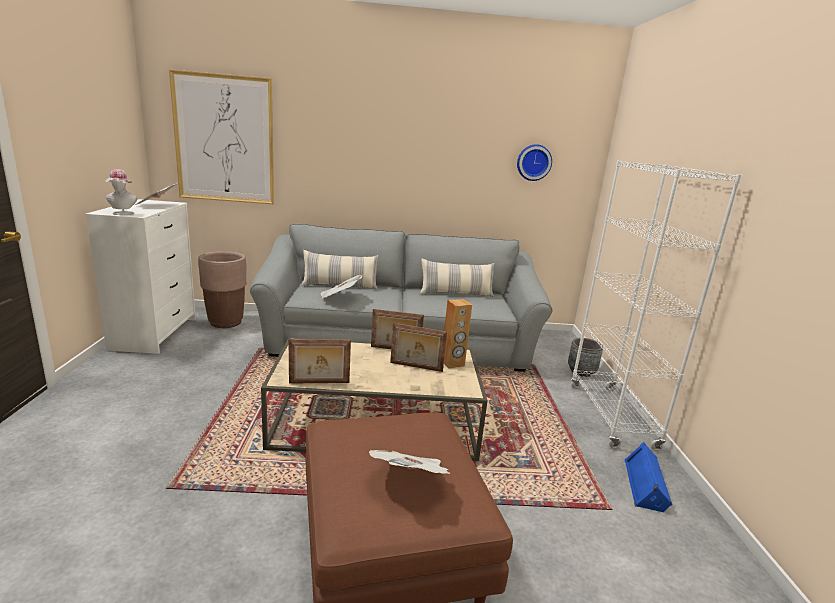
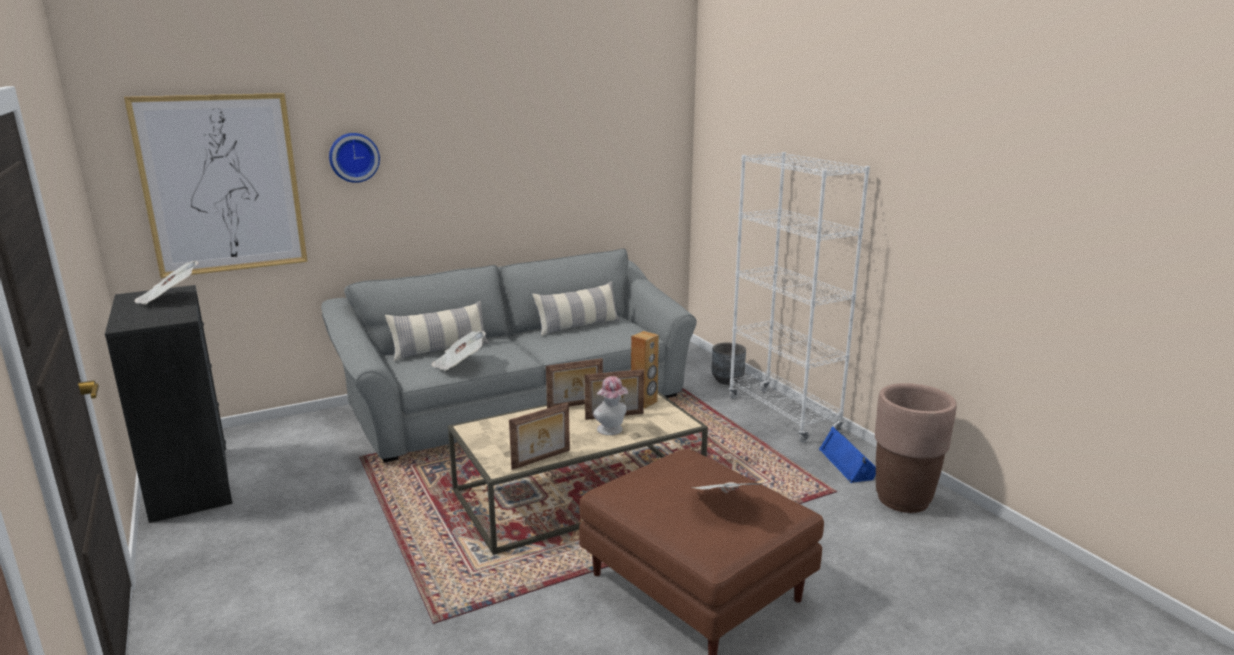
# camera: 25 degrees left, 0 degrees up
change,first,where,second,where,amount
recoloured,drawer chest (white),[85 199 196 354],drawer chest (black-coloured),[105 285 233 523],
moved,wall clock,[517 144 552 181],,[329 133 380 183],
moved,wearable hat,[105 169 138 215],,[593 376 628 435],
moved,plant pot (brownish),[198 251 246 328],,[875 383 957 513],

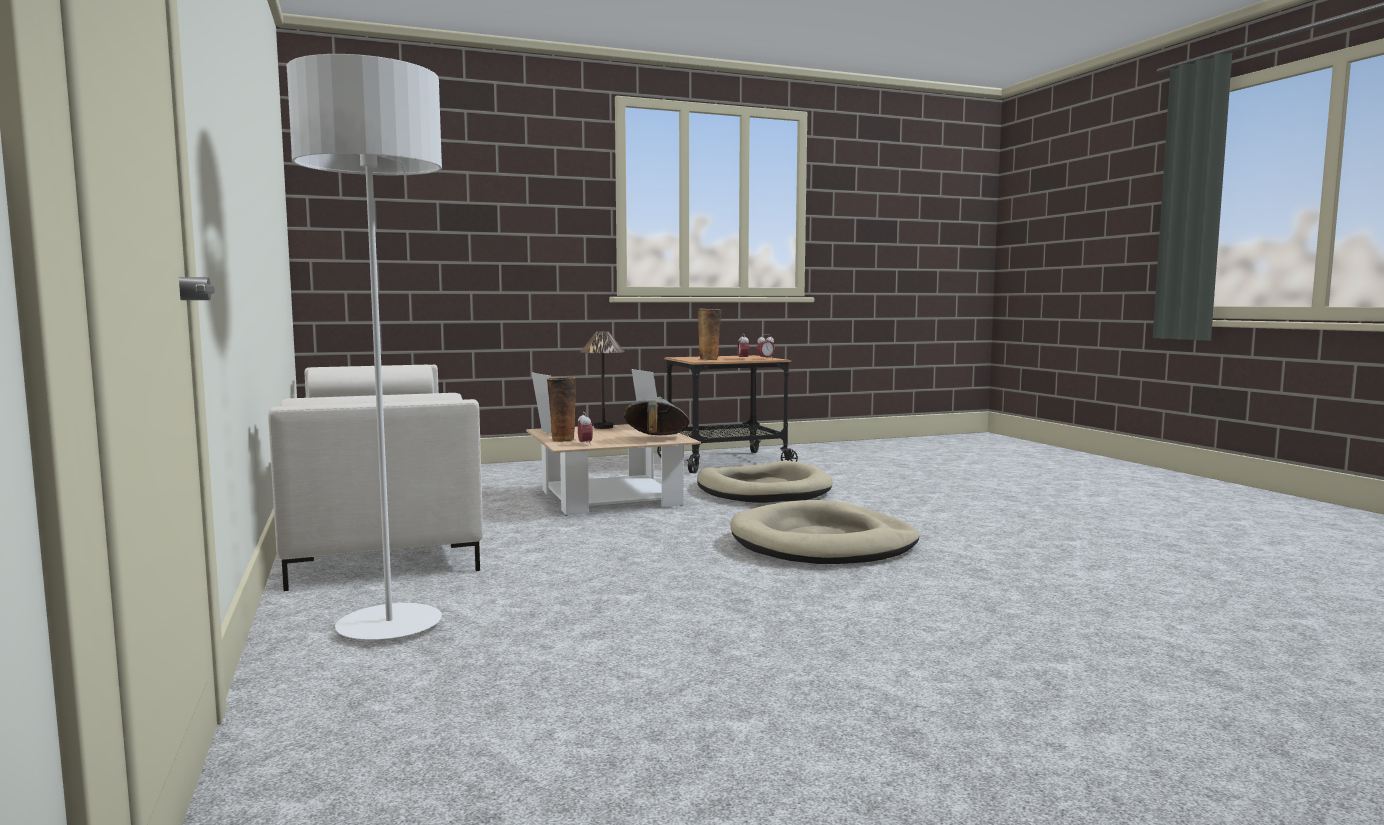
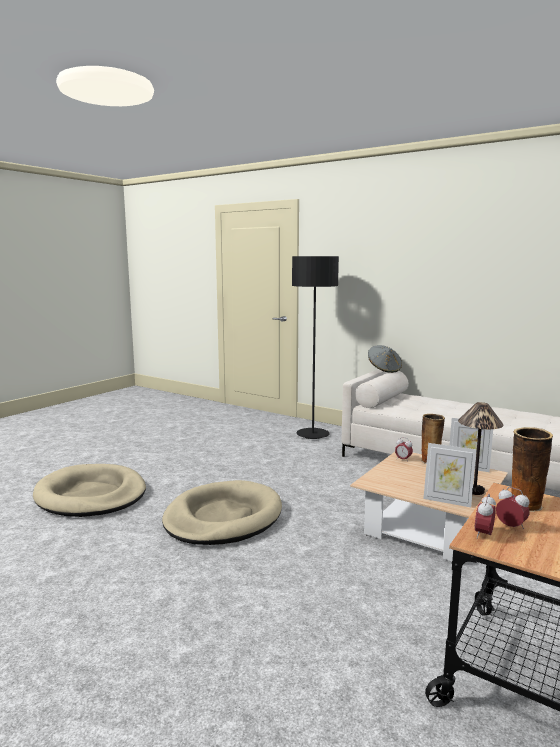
# camera: 145 degrees right, 5 degrees up
change,first,where,second,where,amount
moved,dog bed (beige),[697 461 833 503],,[33 464 146 517],
recoloured,standing lamp (white),[287 54 442 641],standing lamp (black-coloured),[292 256 339 439],
moved,wearable hat (gray),[624 397 689 435],,[368 345 402 373],

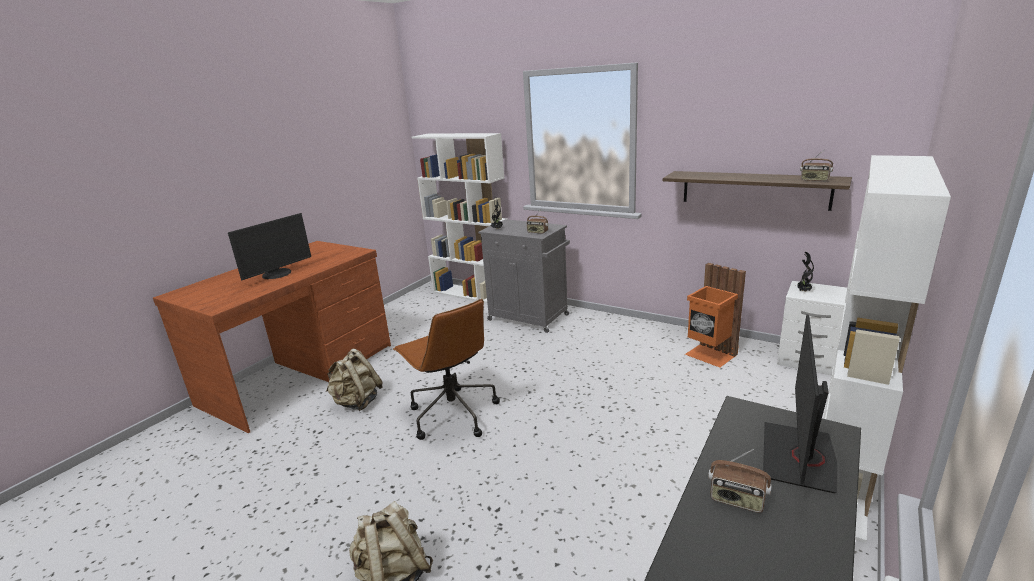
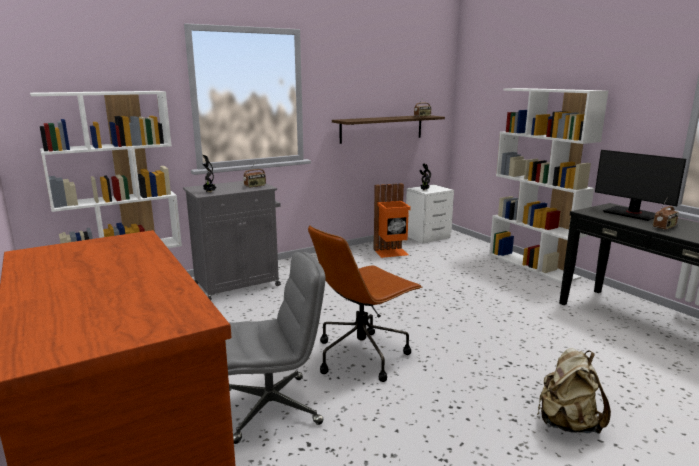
# camera: 65 degrees left, 5 degrees down
change,first,where,second,where,amount
replaced,knapsack (beige),[326 349 383 411],computer chair (gray),[225 252 325 444],
turned,computer chair (brownish),[393 299 500 440],,[308 225 422 382],150 degrees clockwise
removed,computer display,[228 213 311 280],,,

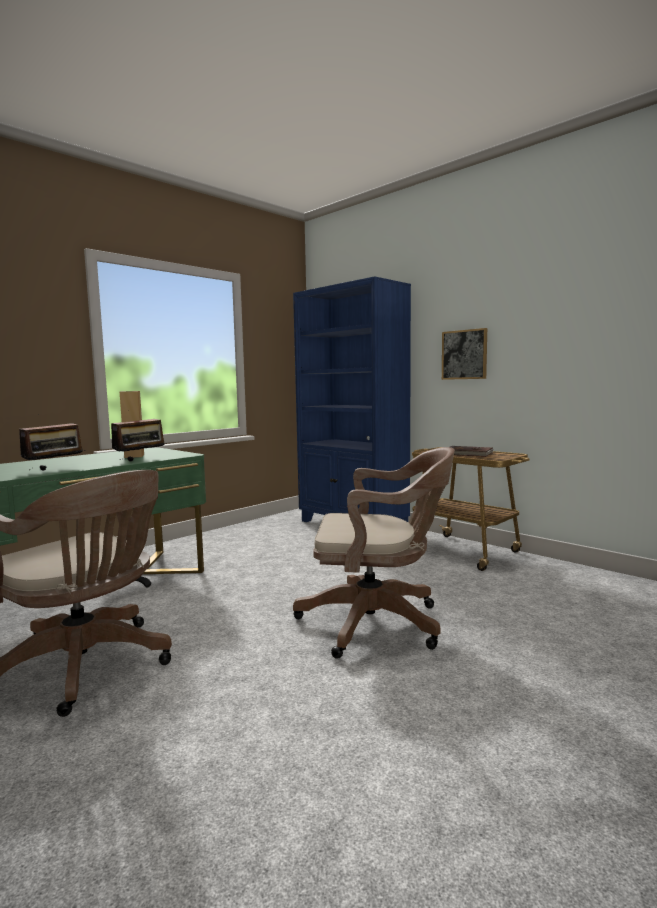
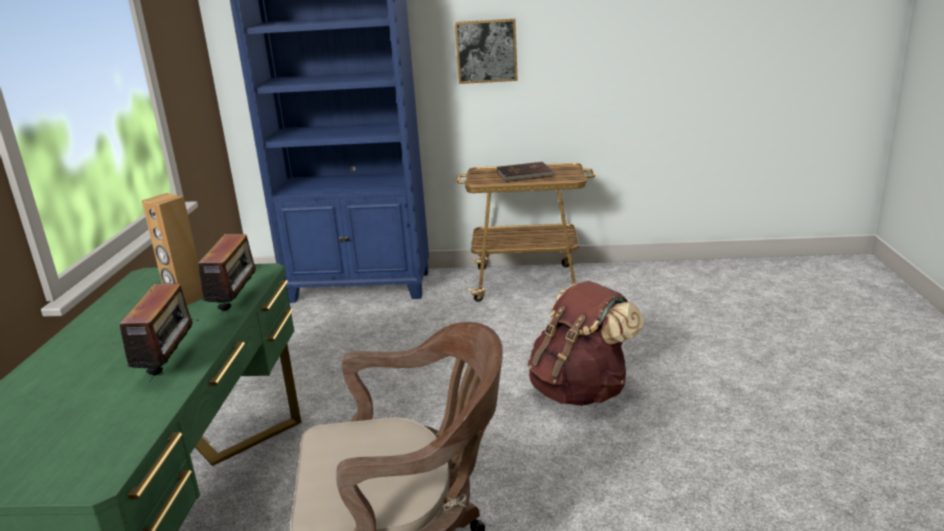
# camera: 40 degrees left, 15 degrees up
change,first,where,second,where,amount
replaced,computer chair (brownish),[293 447 455 659],knapsack (brownish),[527 281 644 406],

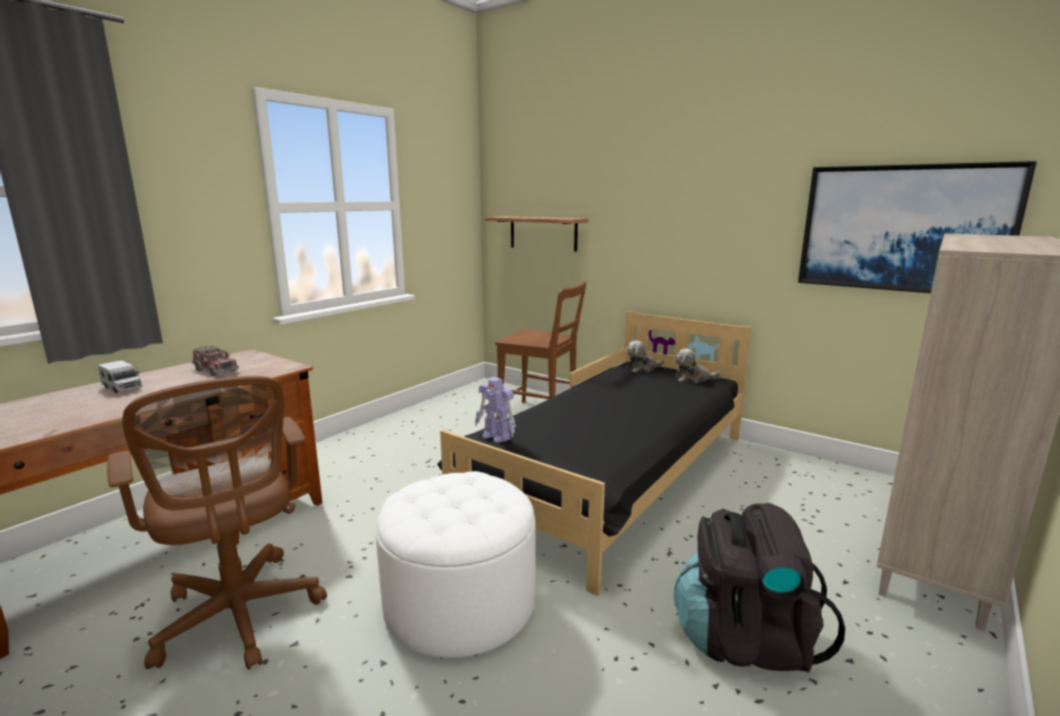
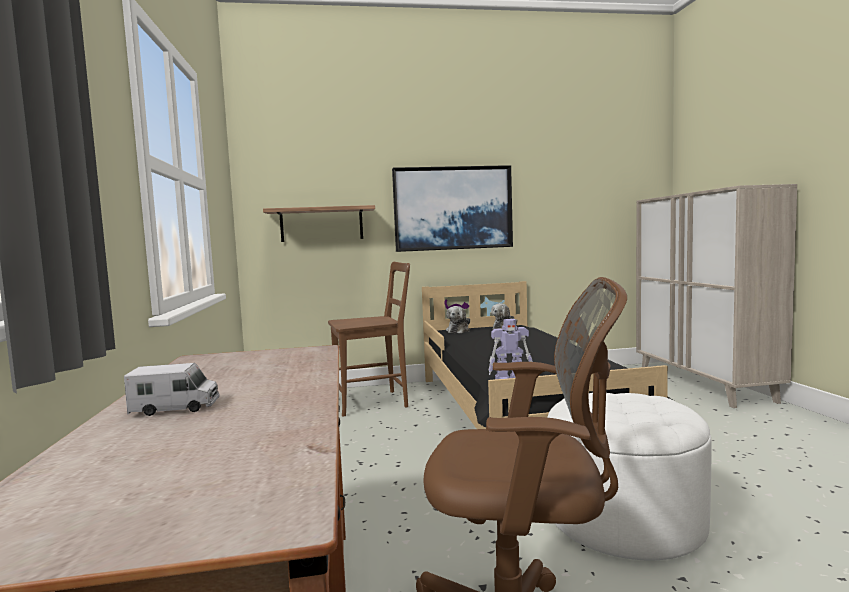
# camera: 45 degrees left, 10 degrees down
change,first,where,second,where,amount
moved,wall picture,[798 161 1037 293],,[392 165 513 252],
removed,toy truck,[191 346 239 376],,,
removed,knapsack (black-coloured),[674 503 845 673],,,

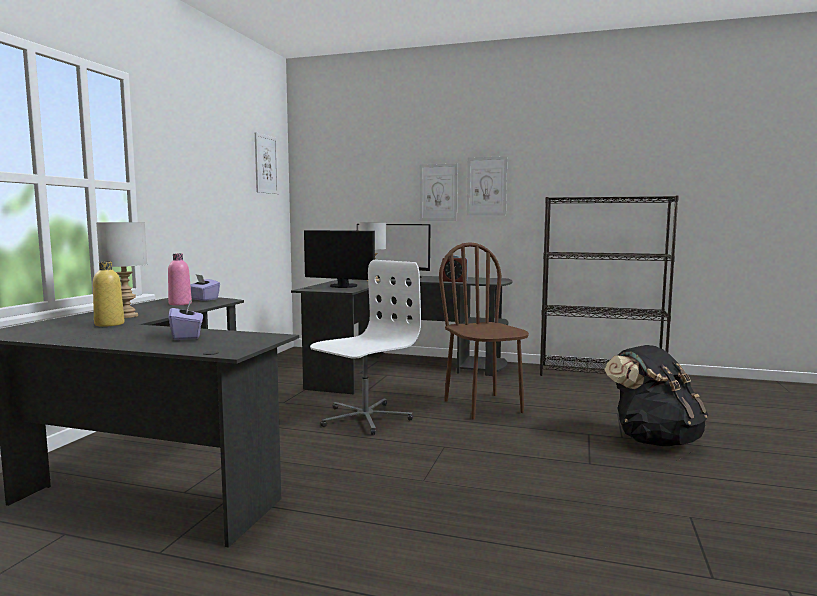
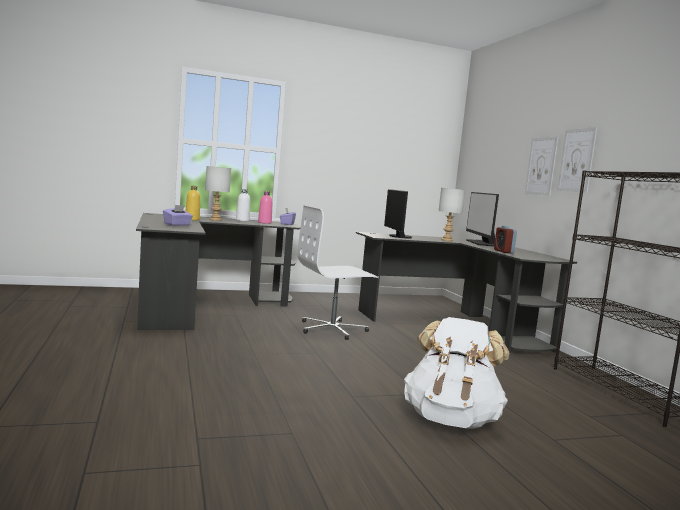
# camera: 55 degrees right, 0 degrees up
change,first,where,second,where,amount
added,,,bottle (white),[236 189 250 221],
turned,computer chair (white),[310 260 421 435],,[297 205 379 340],150 degrees clockwise
recoloured,knapsack (black-coloured),[605 345 708 446],knapsack (white),[404 317 509 428],
removed,wall picture,[255 132 278 194],,,
removed,chair (brownish),[439 242 529 420],,,

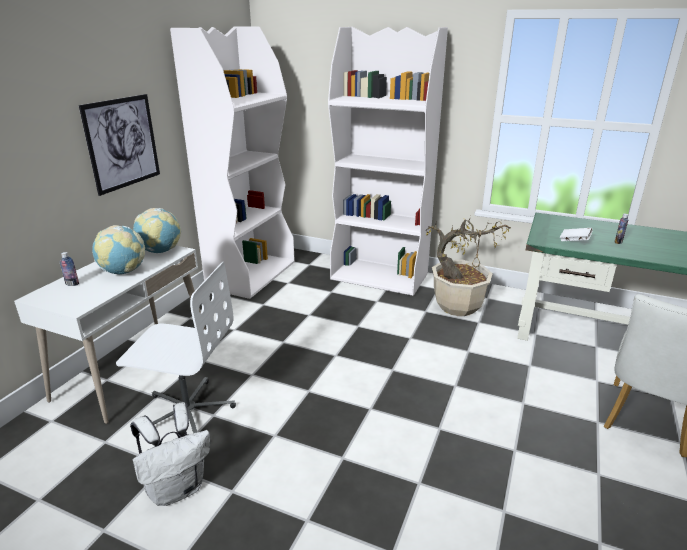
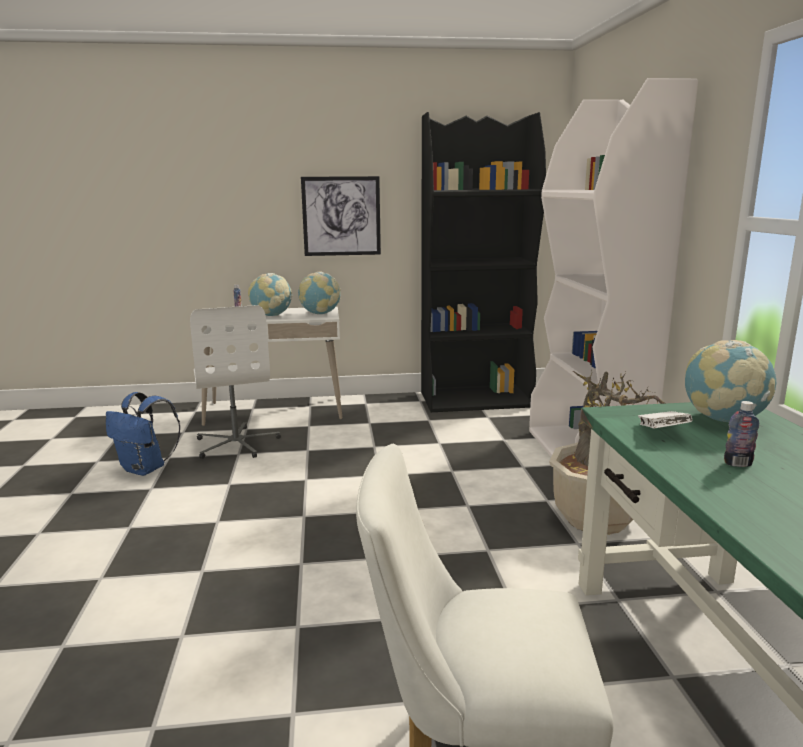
# camera: 60 degrees right, 10 degrees down
change,first,where,second,where,amount
recoloured,knapsack (white),[130 402 210 506],knapsack (bluish),[106 392 181 476],
recoloured,shelving unit (white),[170 26 295 299],shelving unit (black-coloured),[421 112 546 412],
added,,,globe,[685 340 776 422],

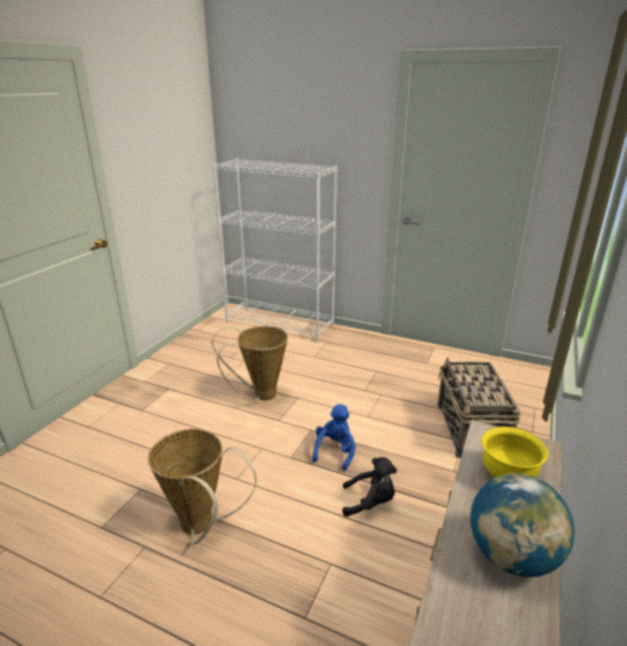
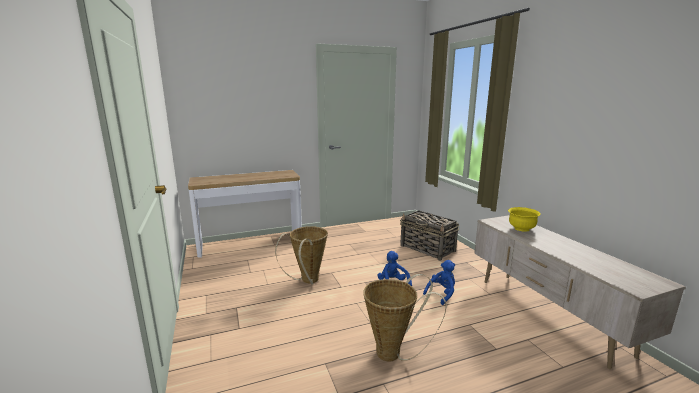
# camera: 45 degrees left, 10 degrees down
change,first,where,second,where,amount
replaced,shelving unit (white),[212 159 337 342],narrow table,[188 170 302 258],
recoloured,soft toy (black-coloured),[342 457 397 517],soft toy (bluish),[423 260 455 305],
removed,globe,[470 473 575 577],,,

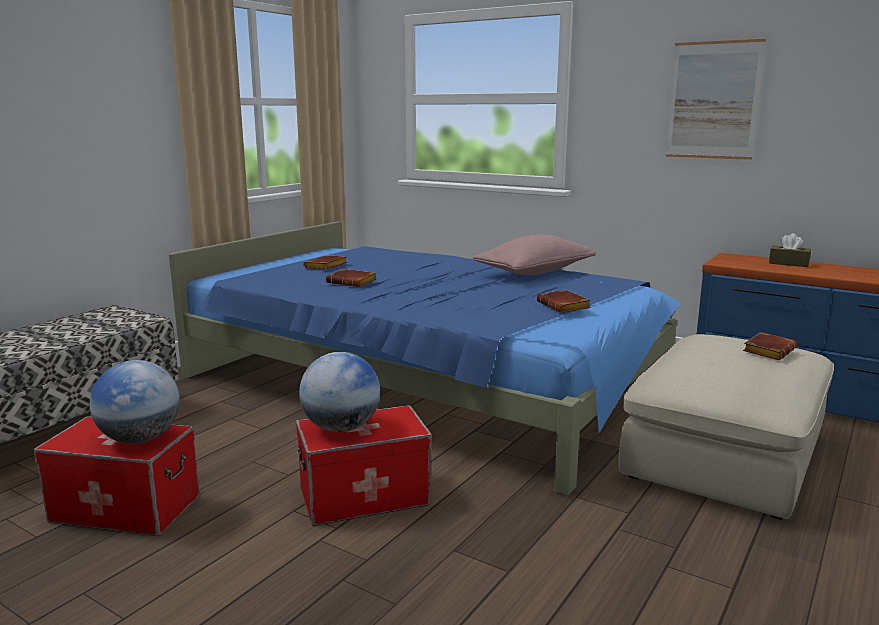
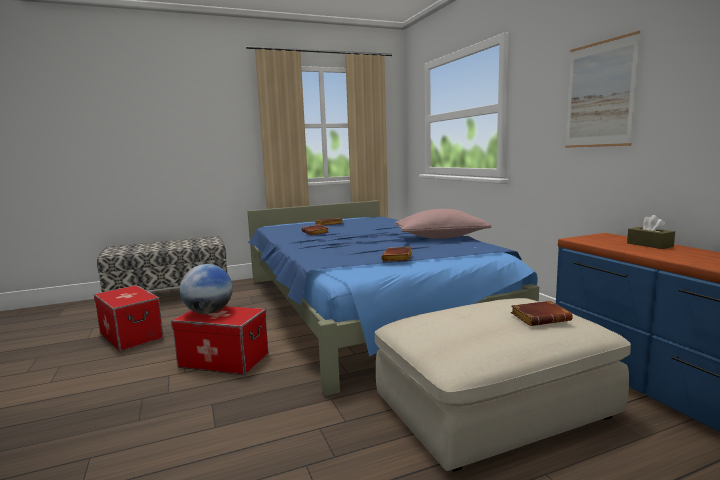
# camera: 35 degrees right, 5 degrees down
change,first,where,second,where,amount
removed,globe,[90 360 180 444],,,

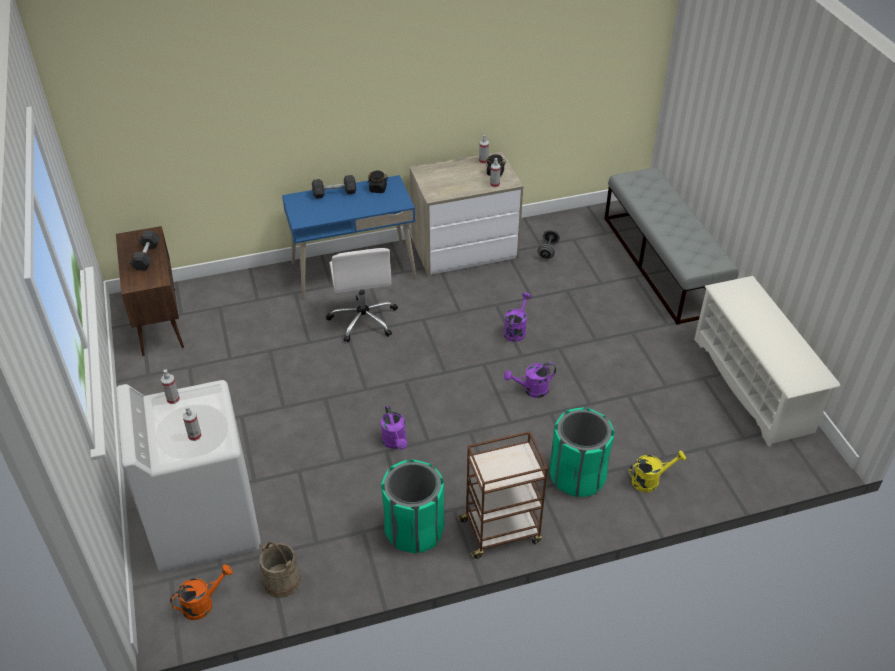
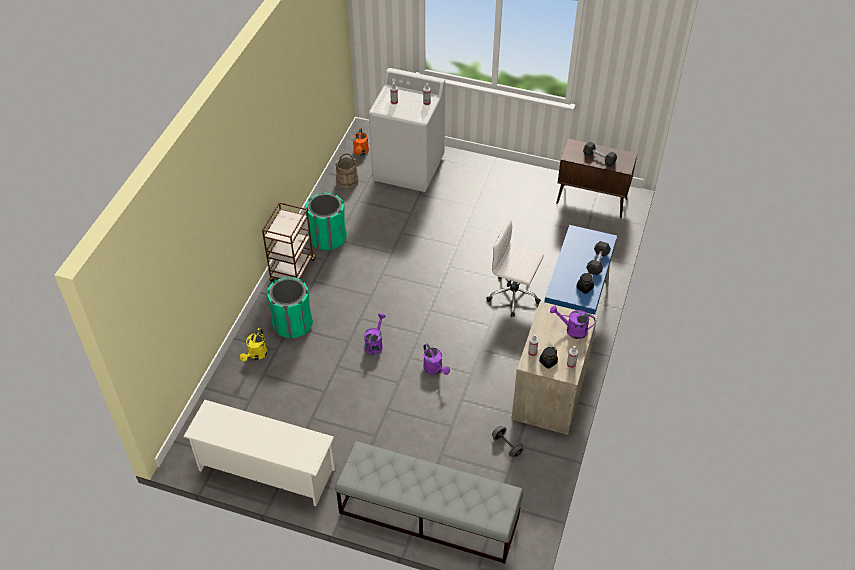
# camera: 125 degrees right, 5 degrees up
change,first,where,second,where,amount
moved,watering pot (purplish),[381 406 407 450],,[550 305 595 339],

